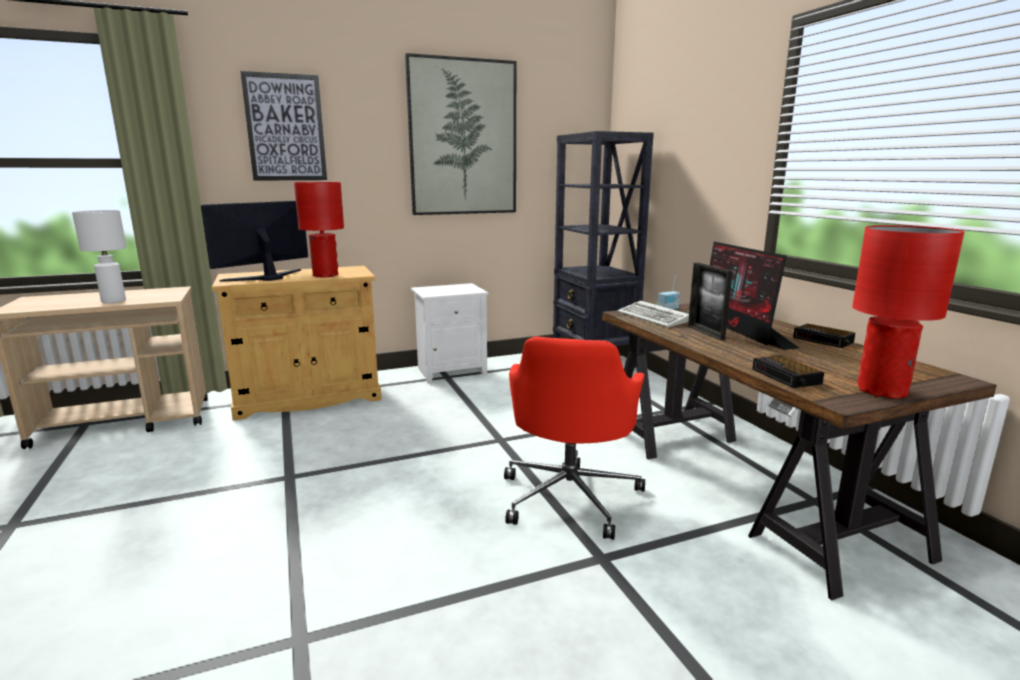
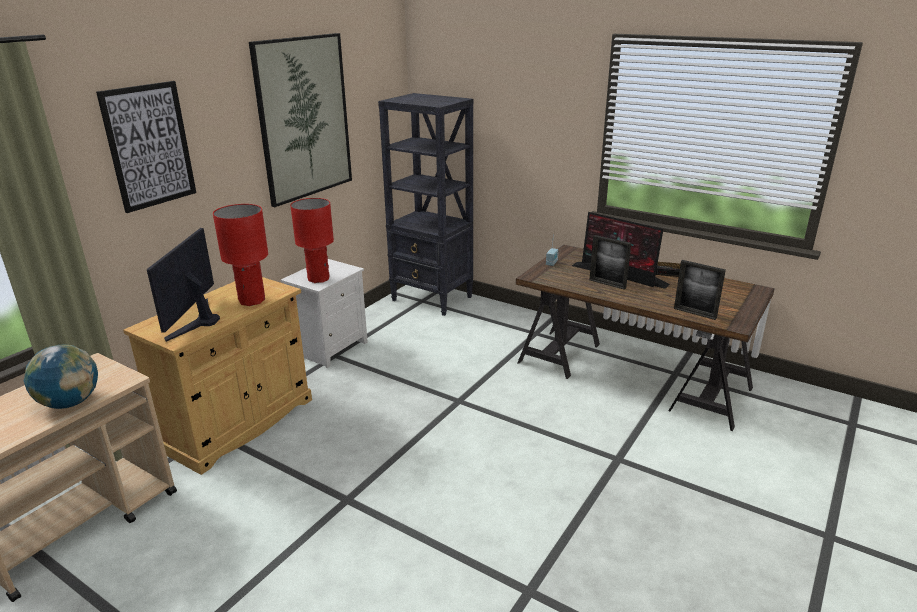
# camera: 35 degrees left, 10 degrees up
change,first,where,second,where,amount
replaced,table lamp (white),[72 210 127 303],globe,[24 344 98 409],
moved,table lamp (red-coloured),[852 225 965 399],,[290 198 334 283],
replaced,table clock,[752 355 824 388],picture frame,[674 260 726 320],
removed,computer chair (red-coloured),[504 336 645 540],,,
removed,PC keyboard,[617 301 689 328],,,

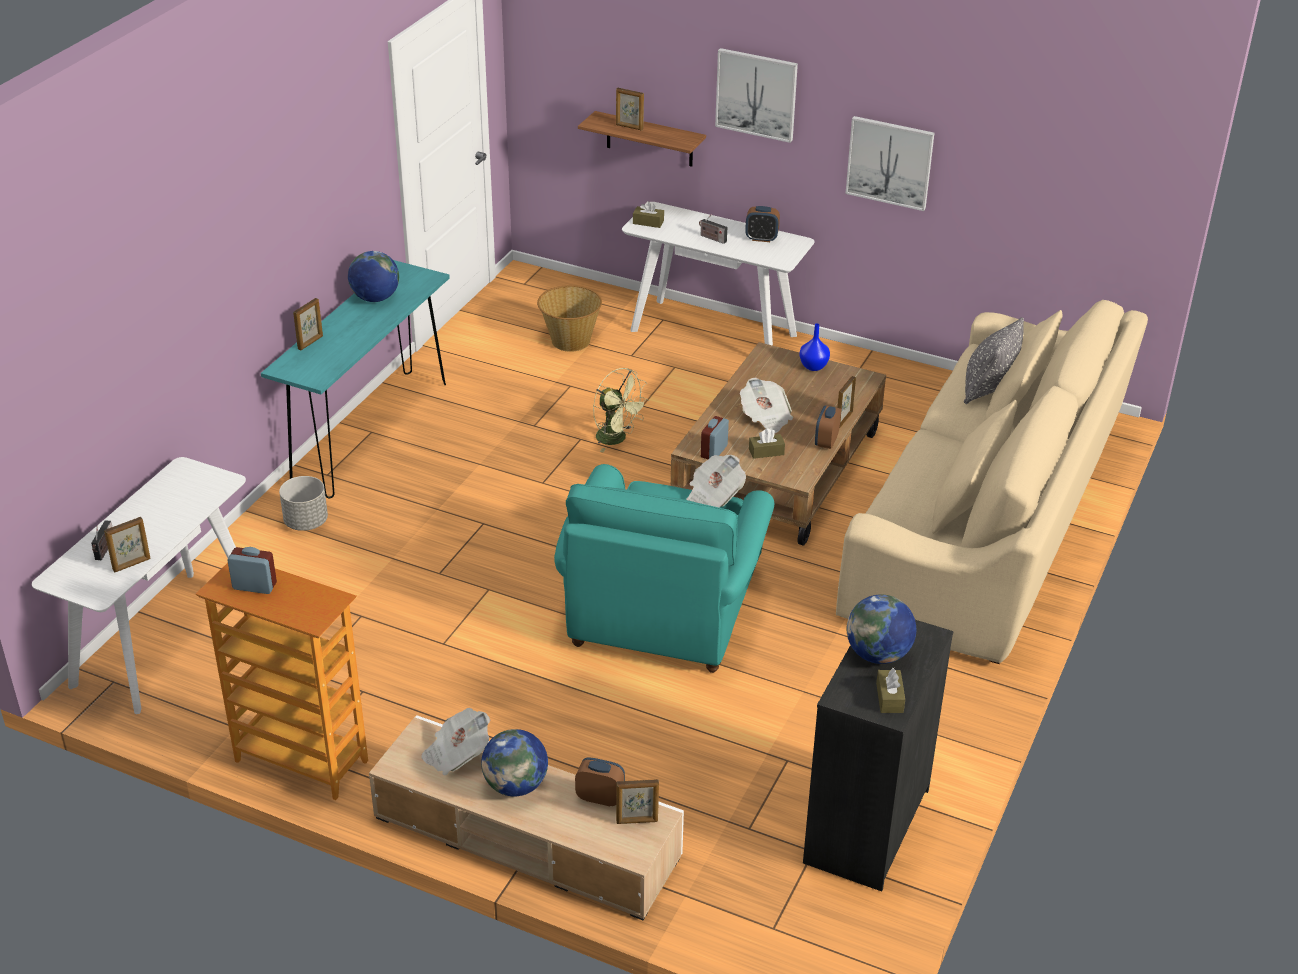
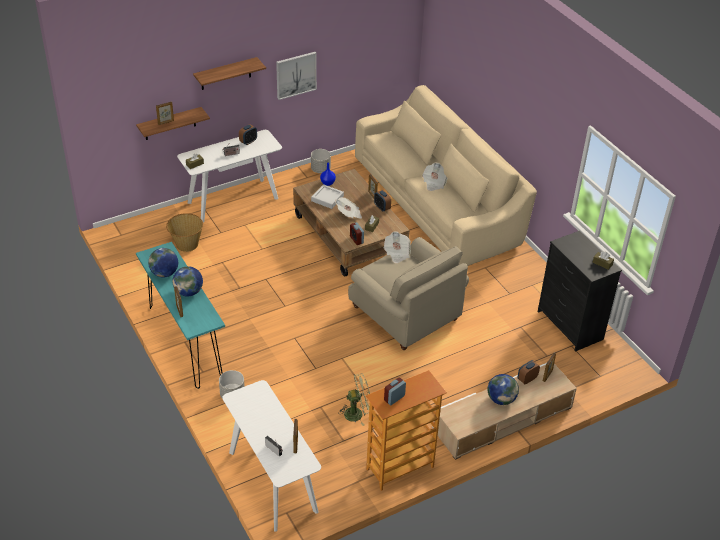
# camera: 55 degrees left, 5 degrees up
change,first,where,second,where,amount
moved,globe,[847 594 916 664],,[172 266 203 297],
replaced,wall picture,[715 48 798 143],shelf,[193 57 266 90],
added,,,plant pot (gray),[311 149 331 173],
added,,,tray (gray),[311 184 344 209],
moved,cooling fan (green-coloured),[593 368 649 452],,[338 373 370 426],
recoloured,easy chair (blue-green),[554 464 774 673],easy chair (beige),[348 237 469 350],
moved,printed paper,[421 708 491 776],,[422 162 447 191],
removed,cushion (gray),[964 317 1024 404],,,

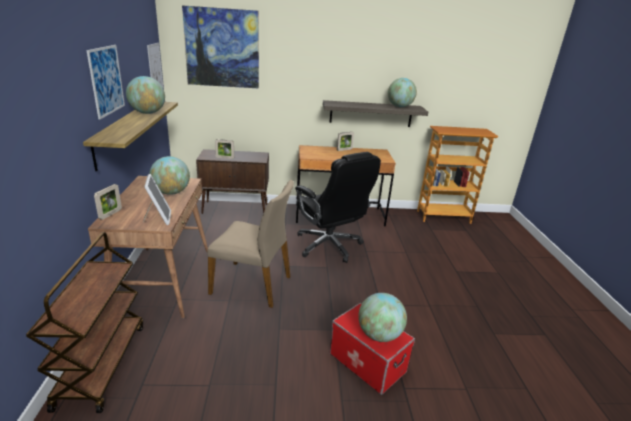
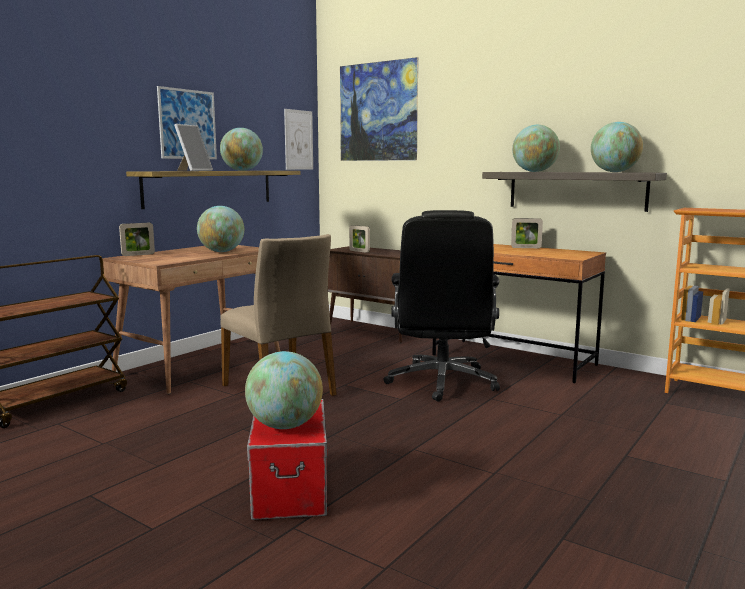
# camera: 40 degrees right, 15 degrees down
change,first,where,second,where,amount
moved,picture frame,[143 174 171 225],,[174 124 213 171],
added,,,globe,[512 125 560 172],

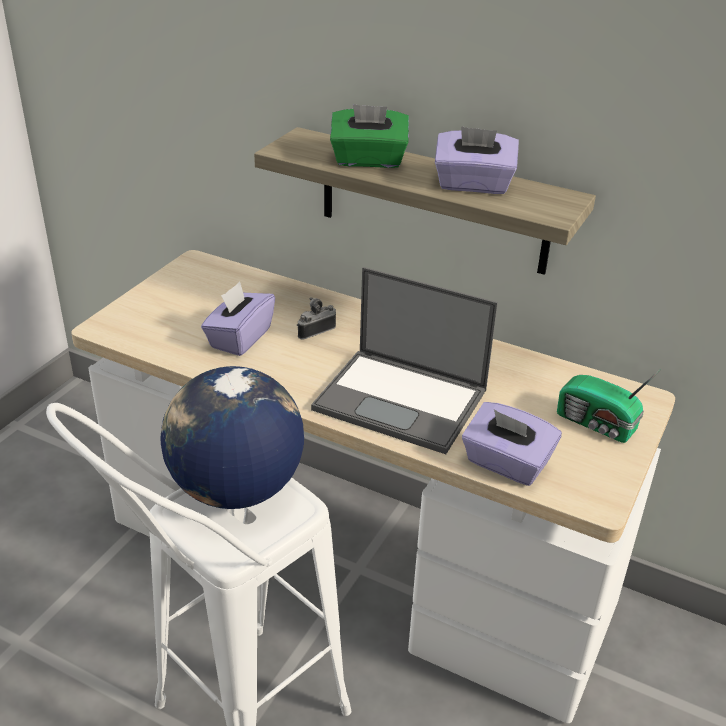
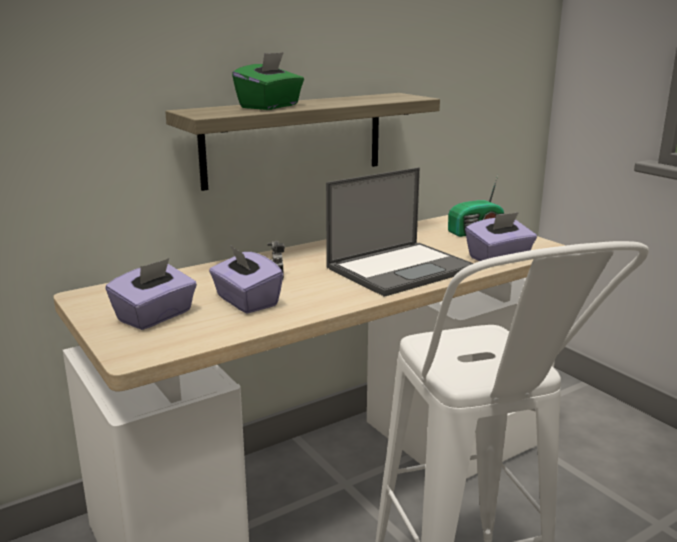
# camera: 60 degrees left, 15 degrees down
change,first,where,second,where,amount
moved,tissue box (purplish),[435 126 519 194],,[105 258 197 330],
removed,globe,[160 366 304 509],,,

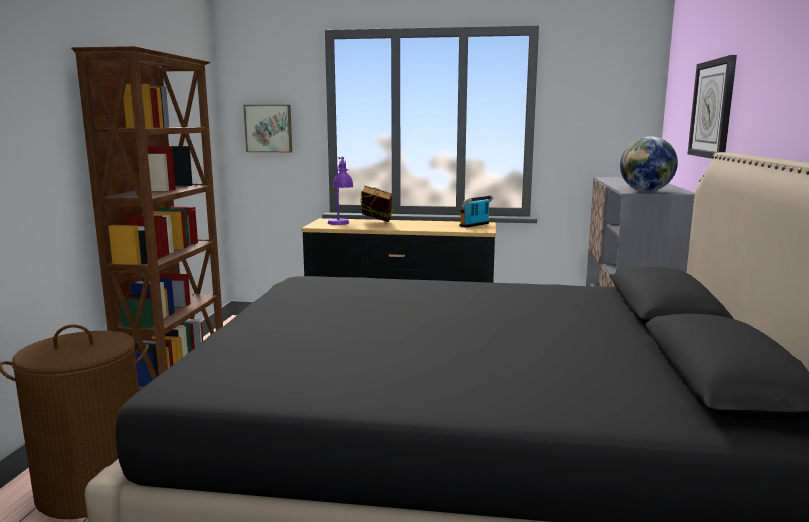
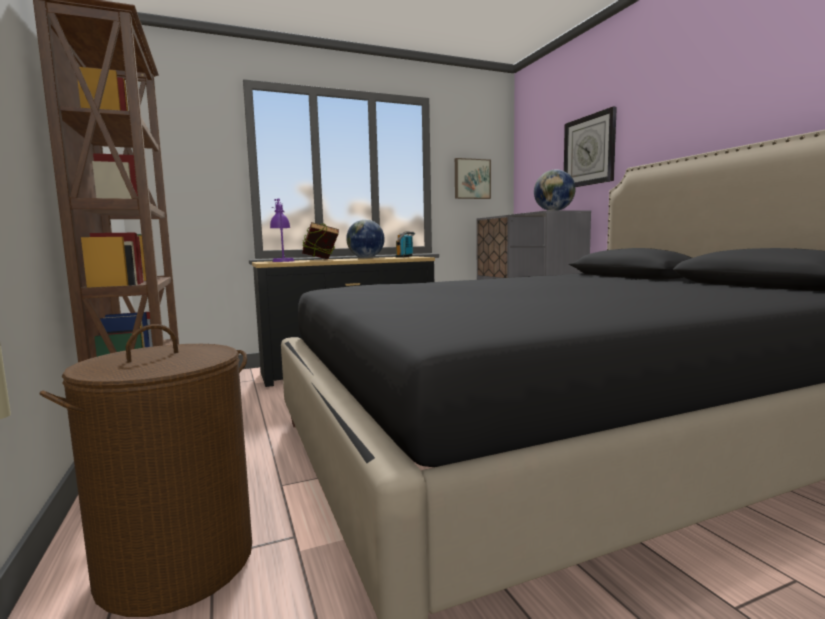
# camera: 30 degrees left, 5 degrees down
change,first,where,second,where,amount
added,,,globe,[346 219 385 258],
moved,wall picture,[243 105 292 152],,[455 158 491 199],

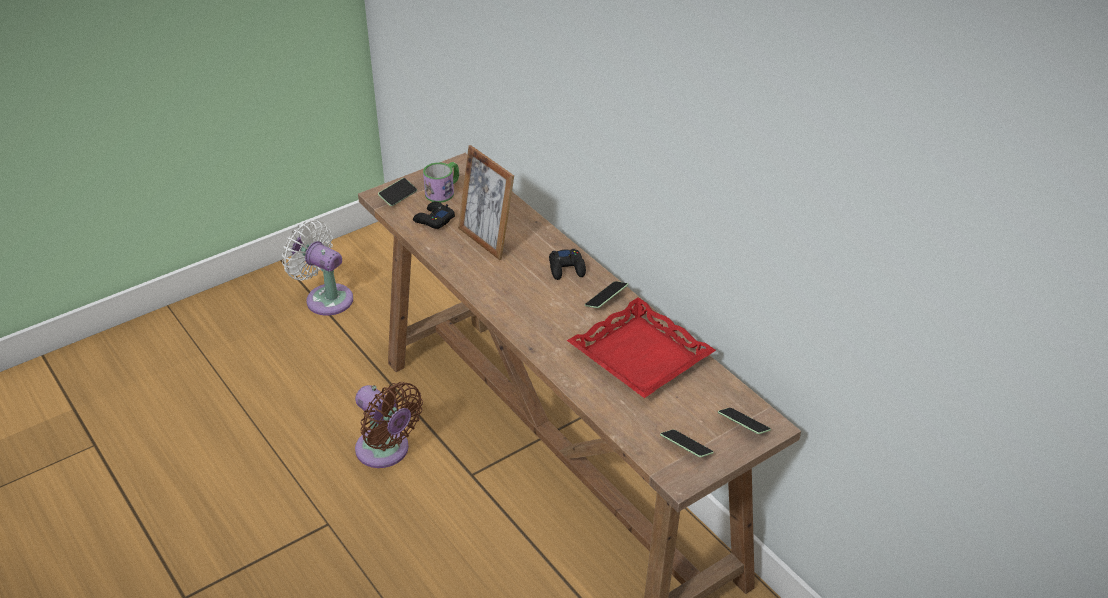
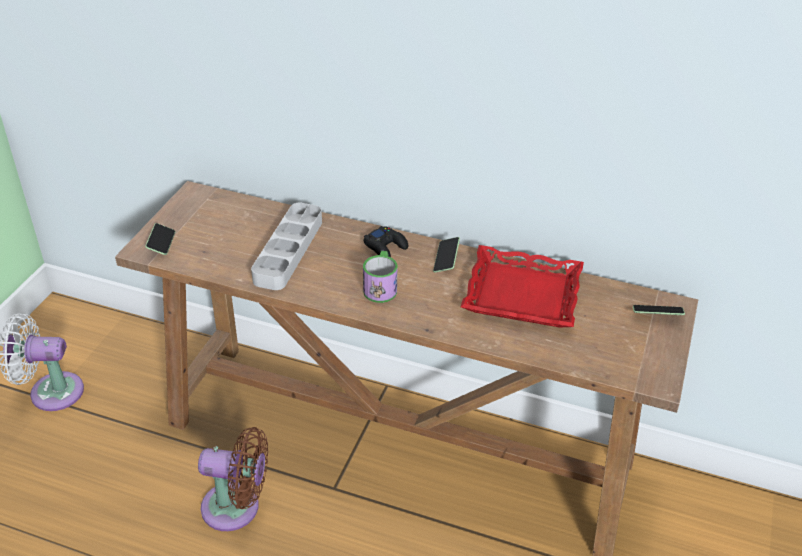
# camera: 35 degrees left, 0 degrees up
change,first,where,second,where,amount
replaced,picture frame,[458 145 514 260],tray (gray),[251 202 322 290],
moved,coffee mug,[423 162 459 203],,[363 251 397 303],
removed,game controller (black-coloured),[413 201 455 229],,,
removed,phone,[660 430 714 457],,,

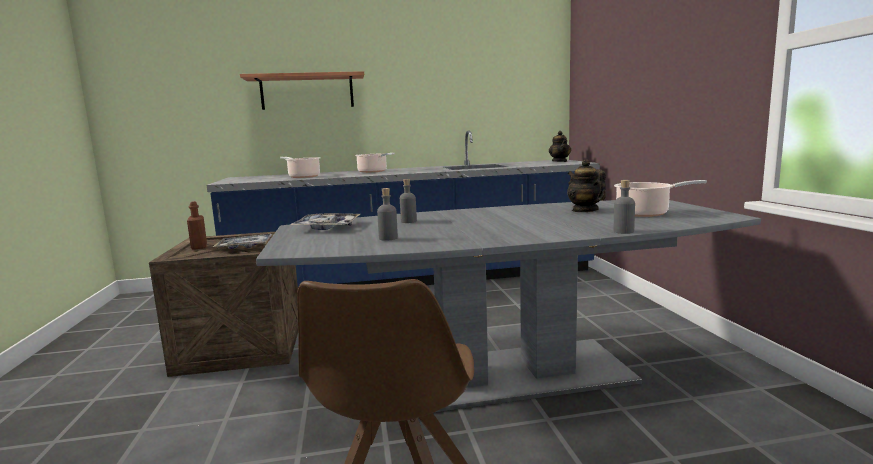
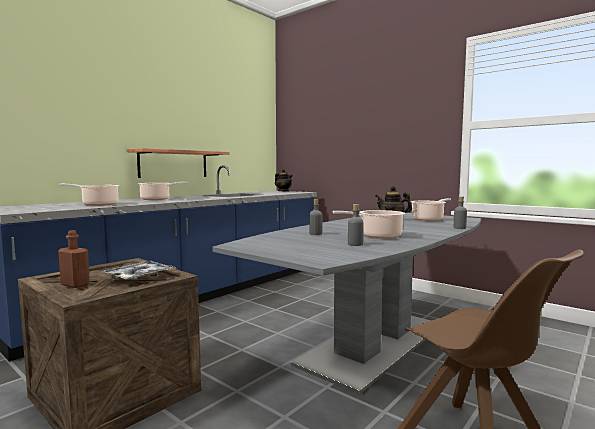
# camera: 40 degrees left, 5 degrees down
change,first,where,second,where,amount
moved,shelf,[240 71 364 110],,[127 148 230 178],
added,,,saucepot,[333 210 405 239],
removed,tray,[290 213 360 230],,,

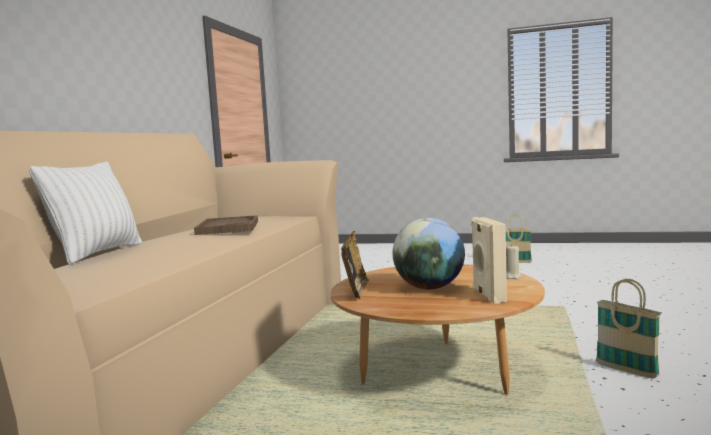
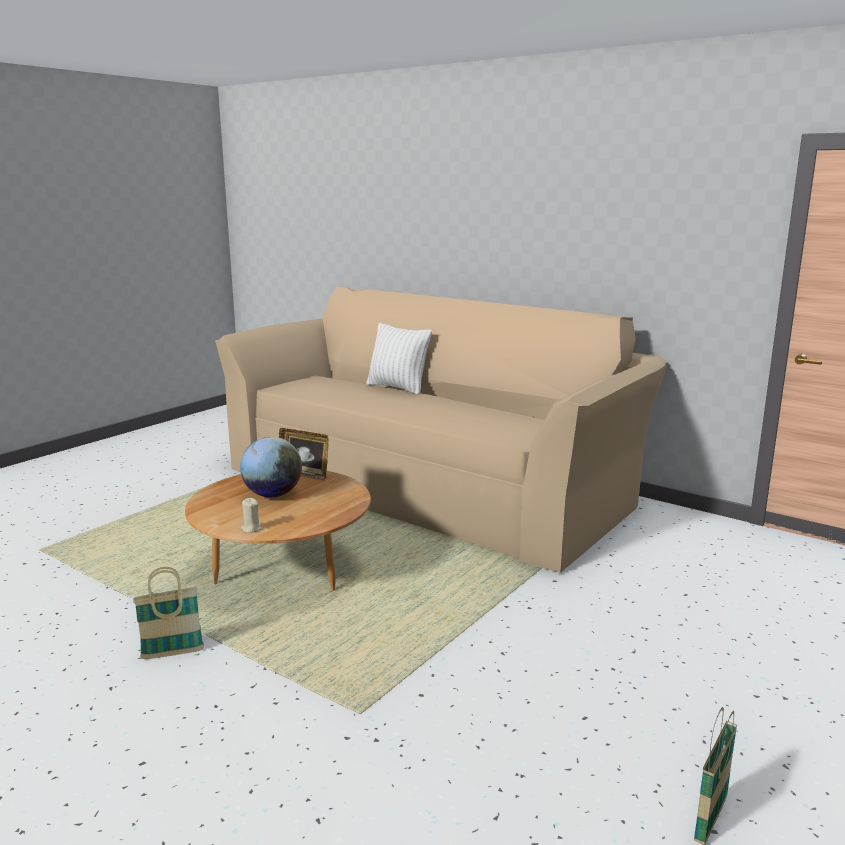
# camera: 110 degrees right, 10 degrees up
change,first,where,second,where,amount
removed,tray (brownish),[194 215 258 235],,,
removed,loudspeaker (beige),[471 217 507 304],,,

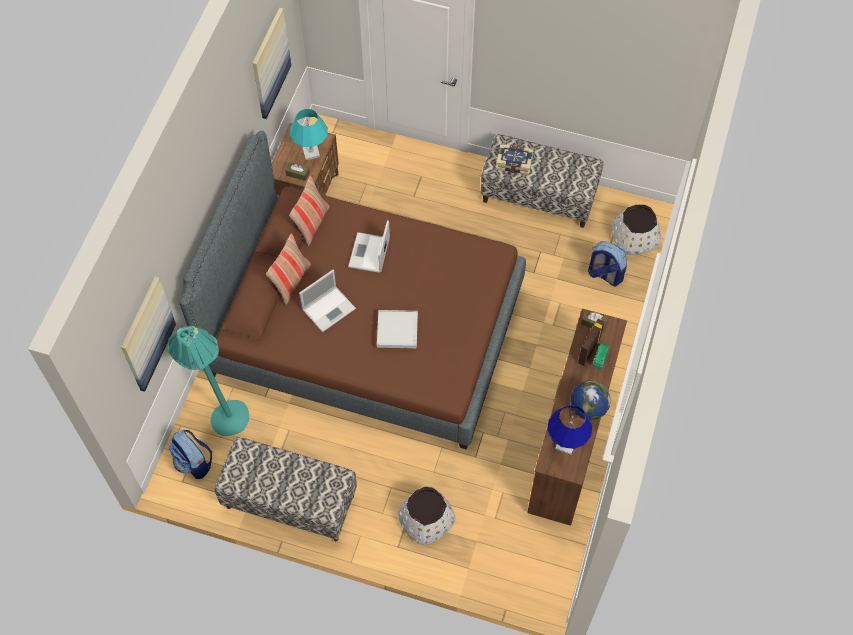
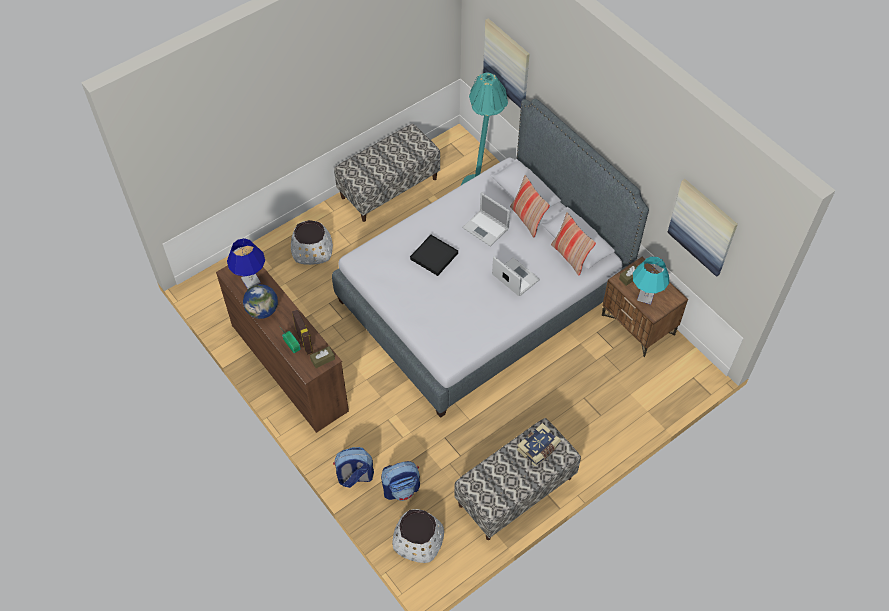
# camera: 125 degrees right, 5 degrees down
change,first,where,second,where,amount
recoloured,sleeping bed (brownish),[179 131 526 450],sleeping bed (gray),[332 99 649 418],
moved,knapsack,[169 430 212 479],,[333 447 374 488],
recoloured,tray (white),[377 310 418 348],tray (black-coloured),[410 235 458 276],
turned,notebook computer,[299 270 356 332],,[462 192 510 247],45 degrees counterclockwise

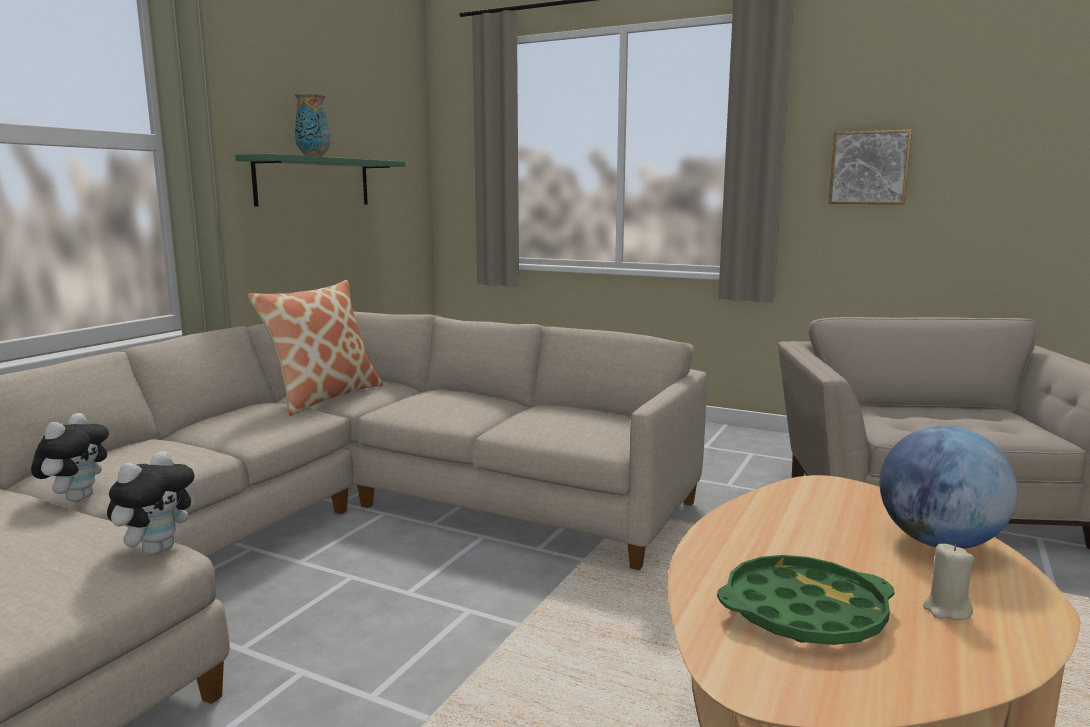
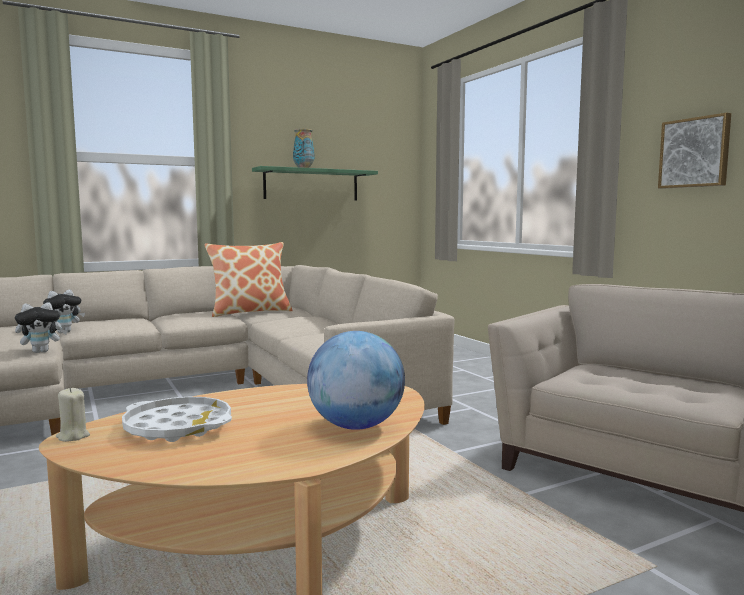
# camera: 35 degrees right, 5 degrees down
change,first,where,second,where,amount
moved,wax candle (beige),[923 544 974 620],,[56 388 90 442],
recoloured,tray (green-coloured),[717 555 894 645],tray (white),[122 397 232 442],

